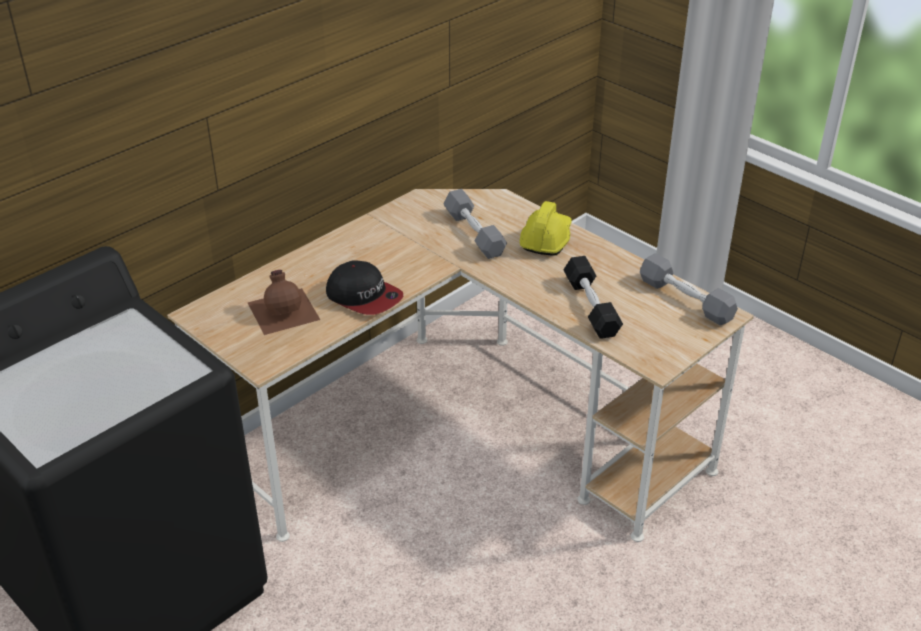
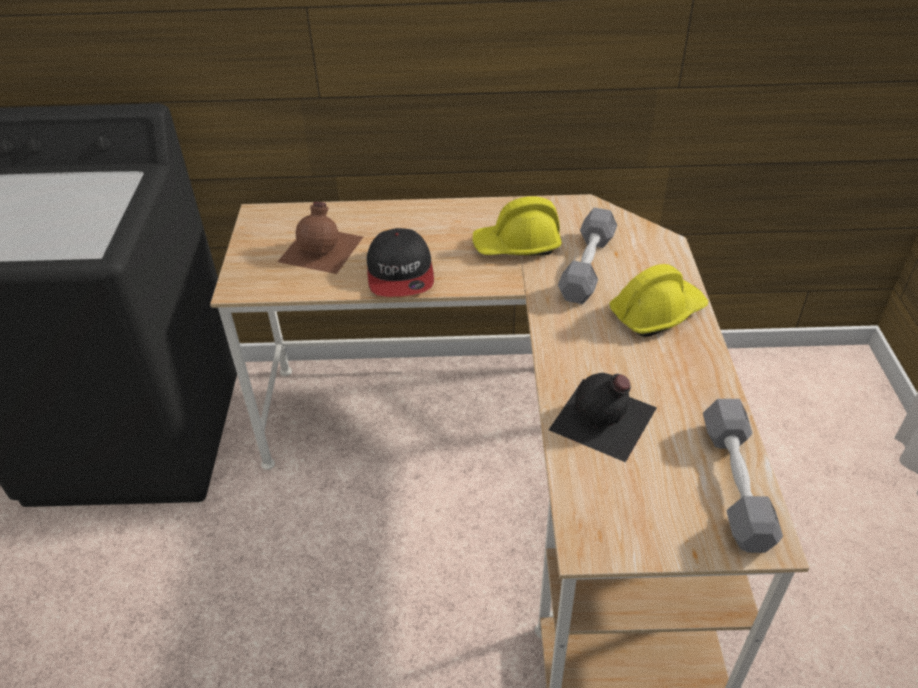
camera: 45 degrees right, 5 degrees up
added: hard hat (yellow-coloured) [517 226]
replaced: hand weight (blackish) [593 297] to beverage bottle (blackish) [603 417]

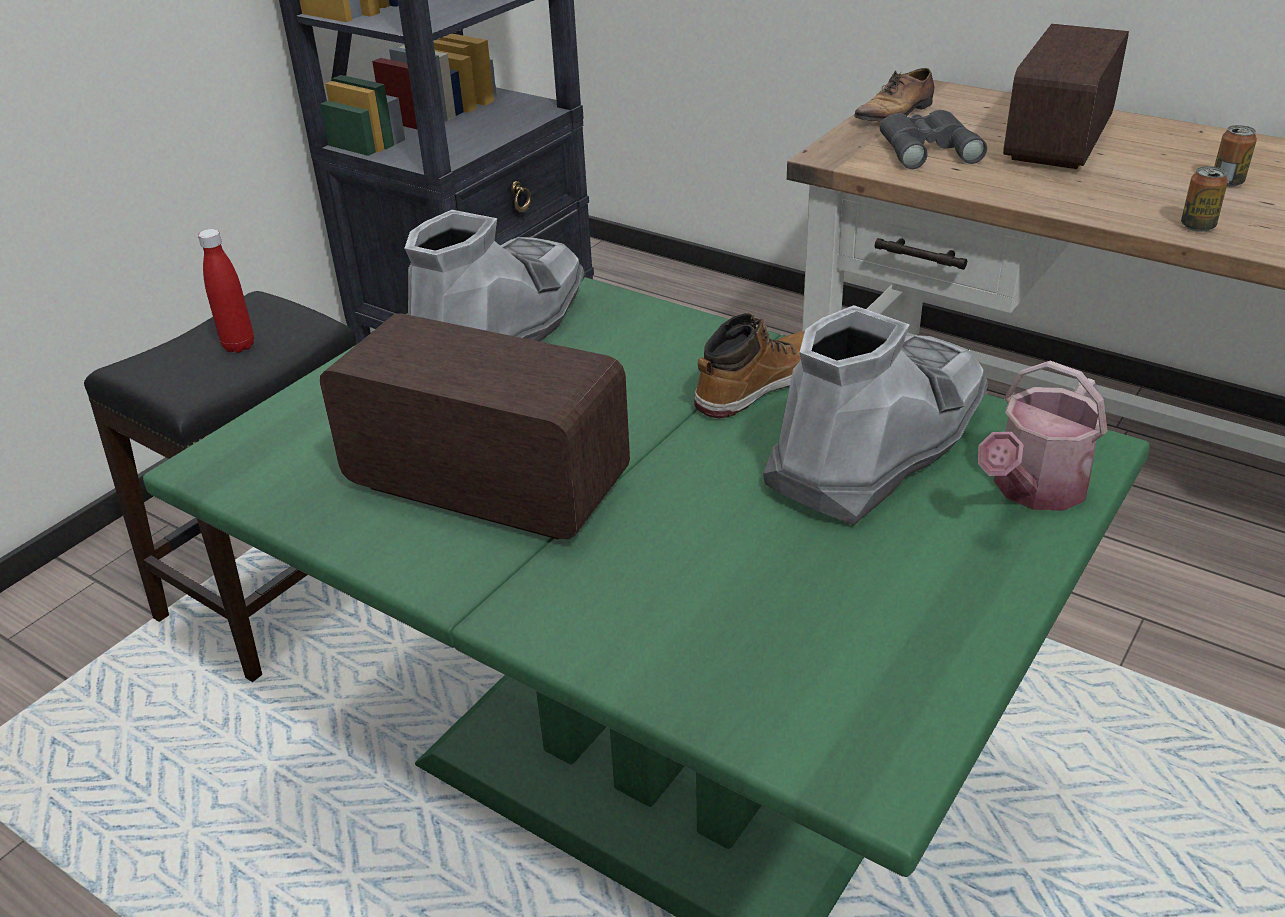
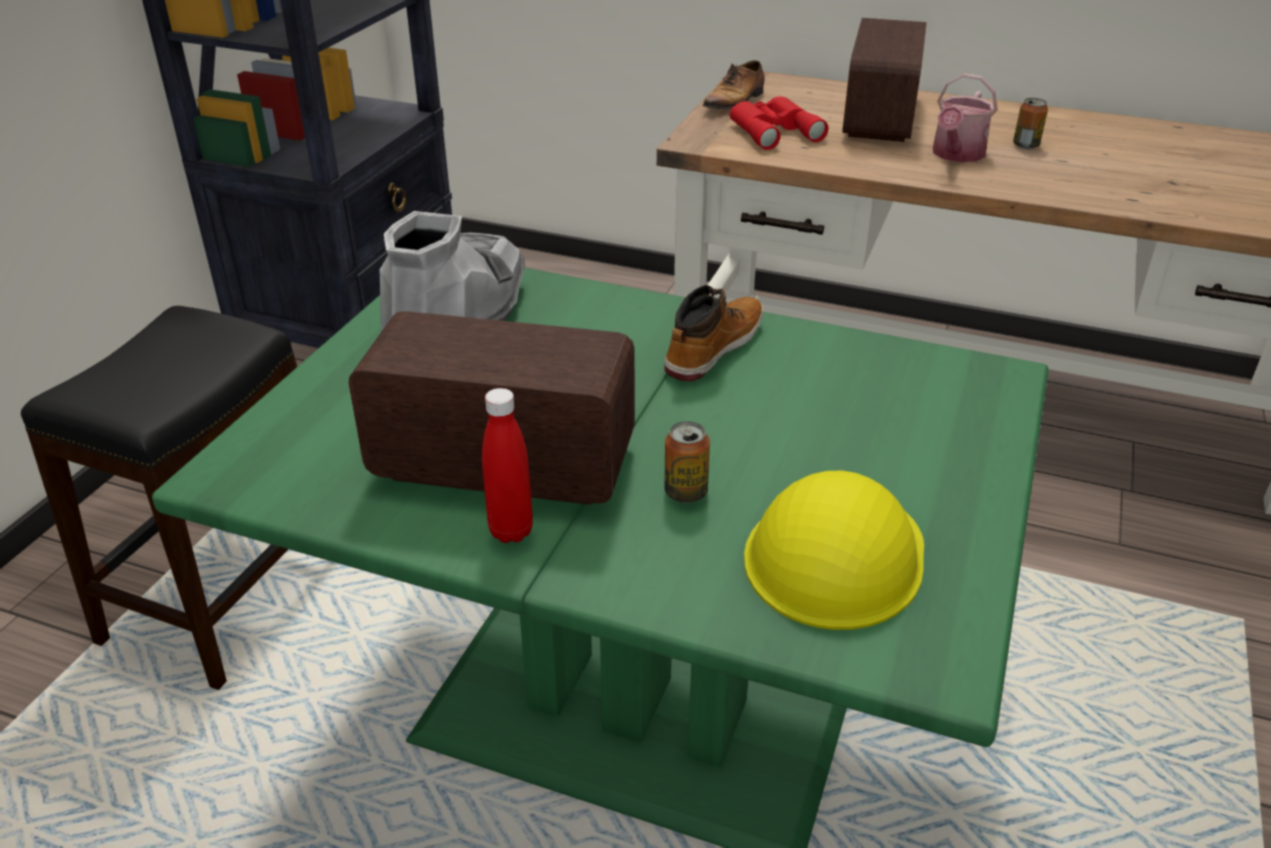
camera: 15 degrees left, 0 degrees up
removed: boot (grey) [875 415]
added: hard hat (yellow-coloured) [834 550]
moved: metal can [1204 199] to [687 462]; beverage bottle (red-coloured) [226 291] to [507 465]; watering can [1043 436] to [965 117]
recoloured: pair of binoculars (grey) [933 139] to pair of binoculars (red-coloured) [779 123]

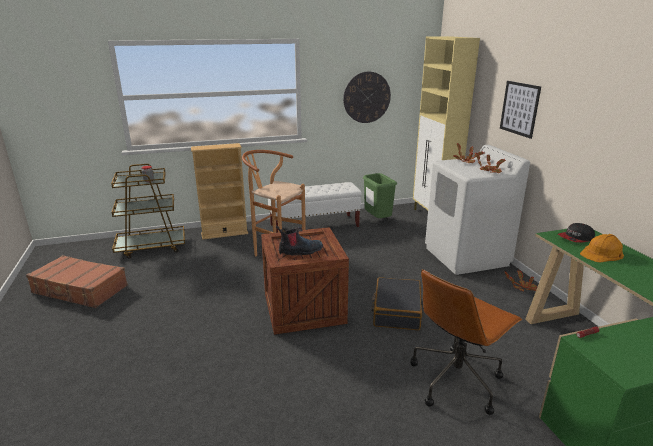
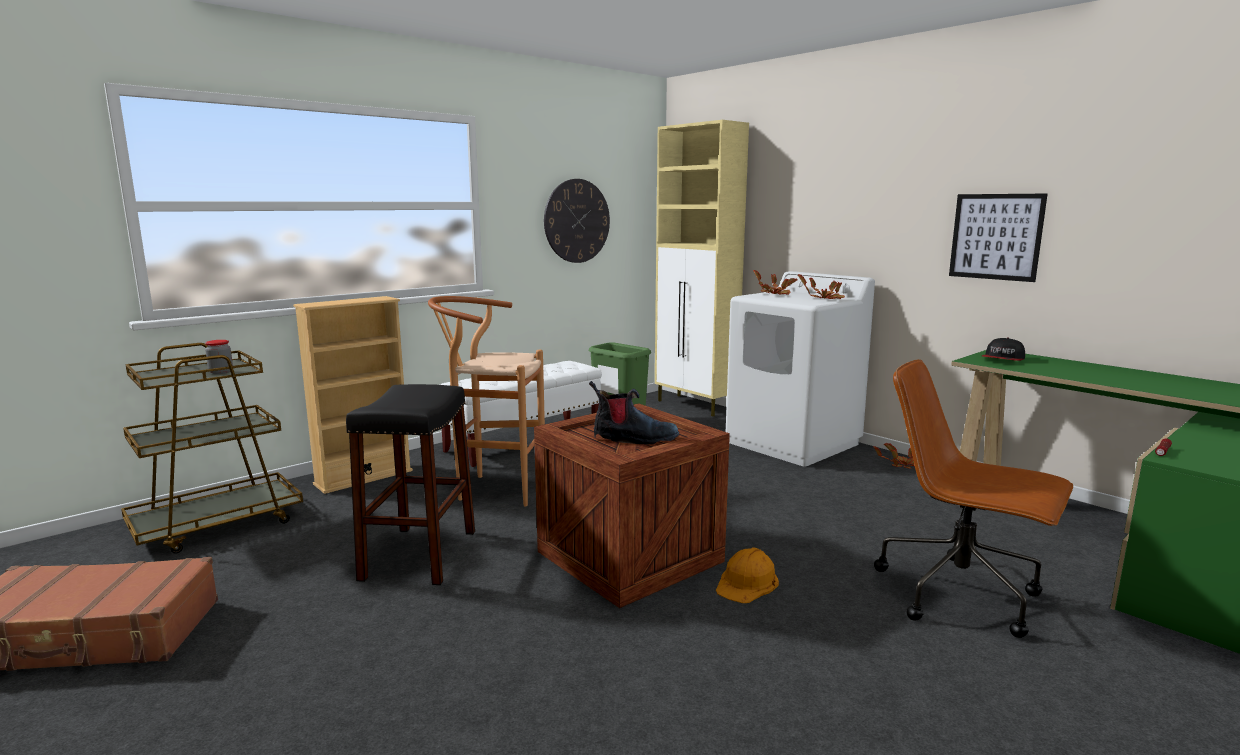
camera: 25 degrees left, 10 degrees down
removed: piece of luggage (blackish) [397 303]
added: stool seat (blackish) [410 484]
moved: picture [520 110] to [998 238]; hard hat (orange) [602 248] to [747 575]
turned: boot [299 240] = [634 412] 45 degrees clockwise; computer chair (brownish) [466 342] = [973 498] 105 degrees clockwise

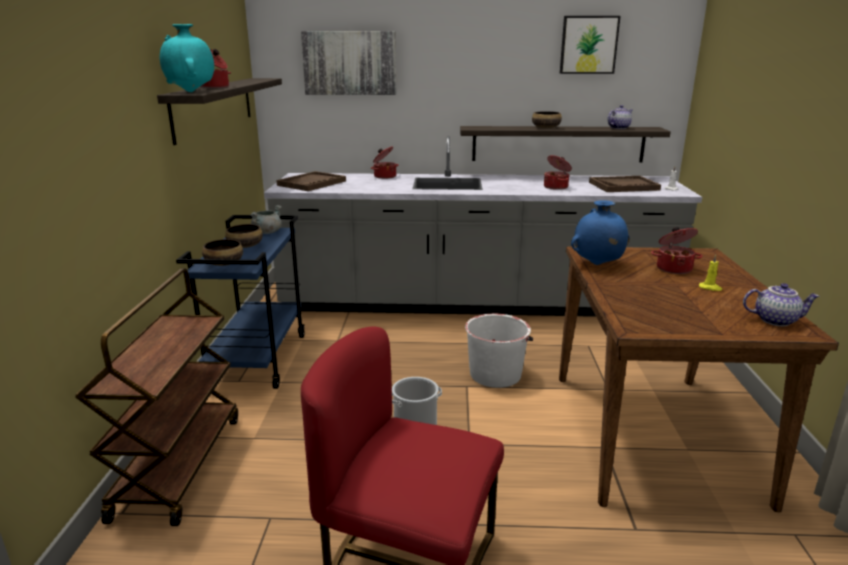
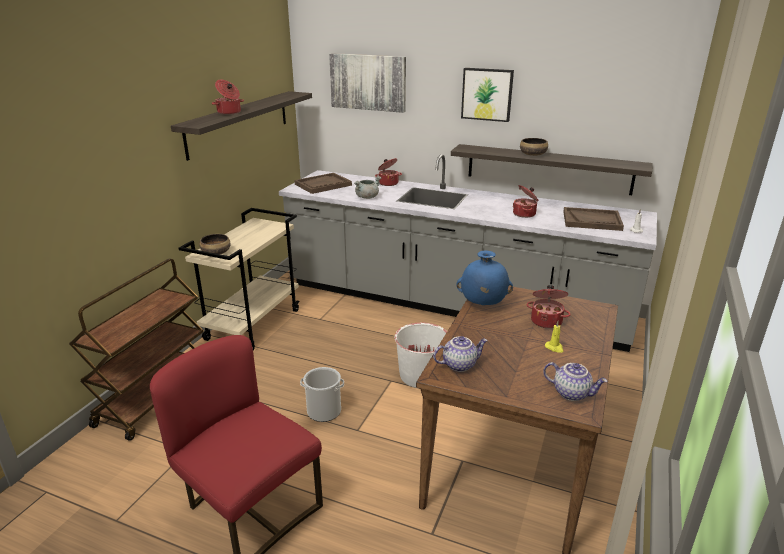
camera: 20 degrees right, 5 degrees up
removed: decorative vase (turquoise-coloured) [187 58]; deep dish [244 236]
moved: picture [590 45] to [487 95]; pot for tea [620 117] to [460 354]; cooking pot (grey) [266 219] to [367 187]
recoloured: trolley (blue) [240 302] to trolley (beige) [239 279]

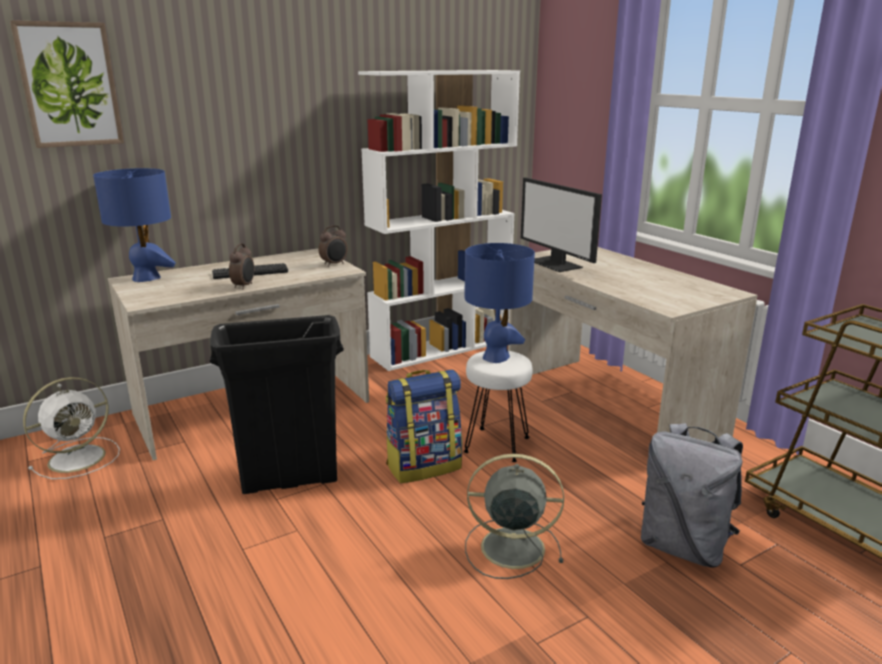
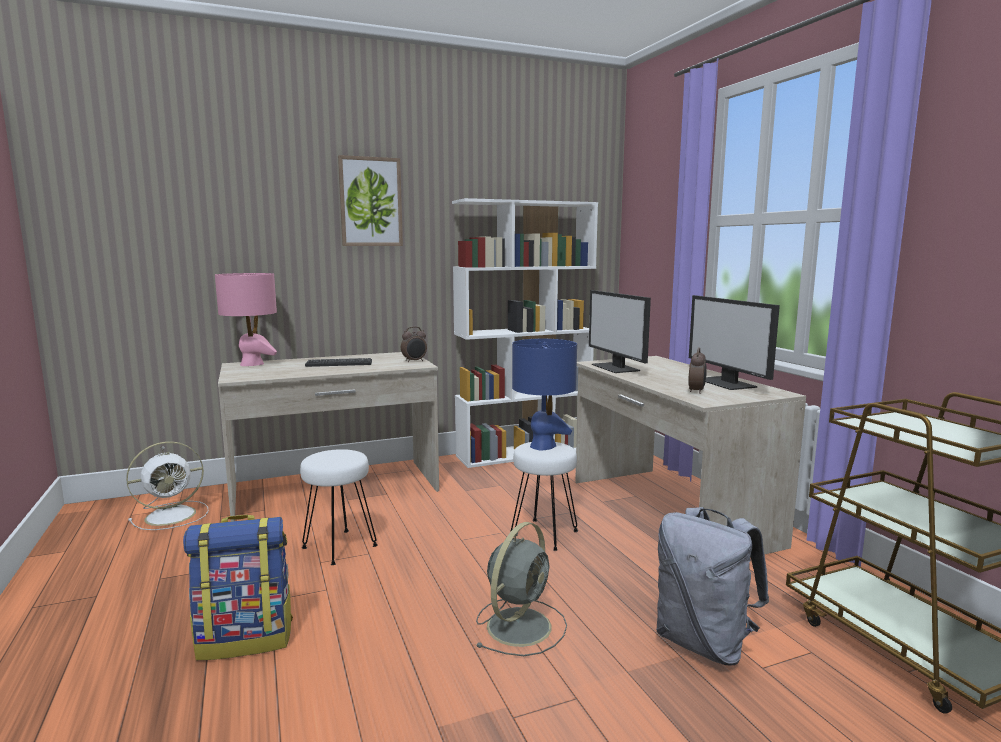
camera: 10 degrees right, 10 degrees down
added: computer display [734 342]
moved: picture [67 84] to [370 200]; table clock [241 266] to [697 371]; backpack [424 426] to [238 587]
replaced: rubbish bin (blackish) [277 404] to stool seat (whitish) [339 507]
recoloured: lamp for a table (blue) [134 225] to lamp for a table (pink-coloured) [246 319]
turned: fan (grey) [514 516] = [521 589] 105 degrees clockwise

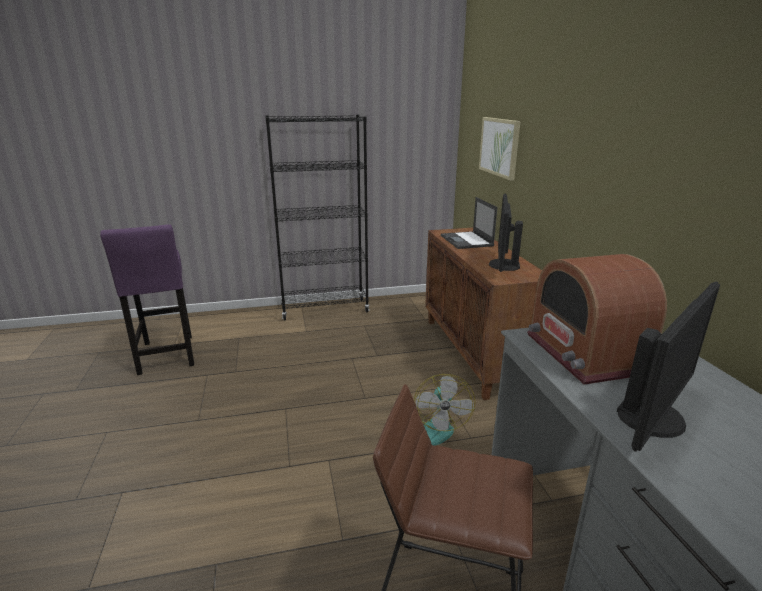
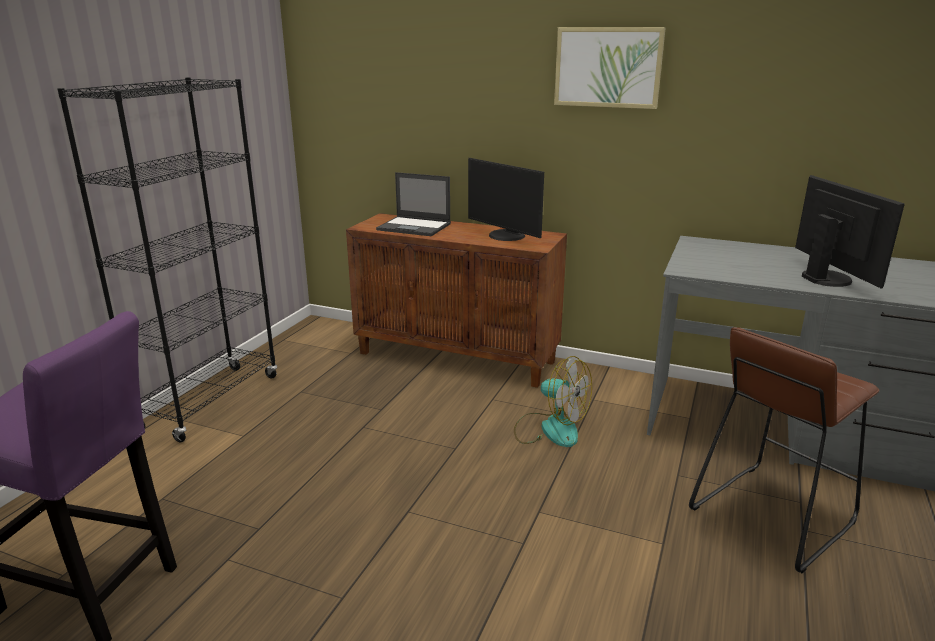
camera: 55 degrees left, 0 degrees up
removed: radio receiver [597 319]
moved: picture [500 148] to [610 68]

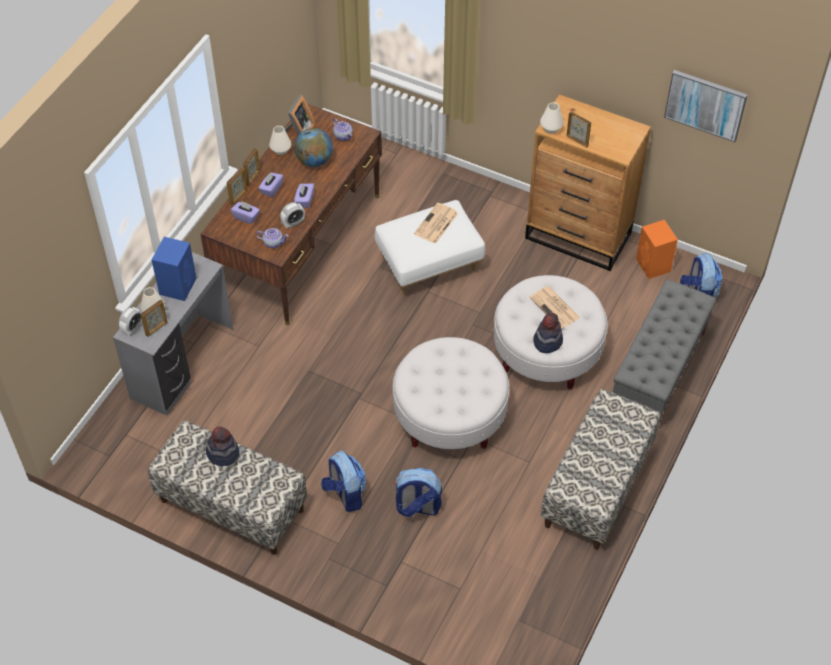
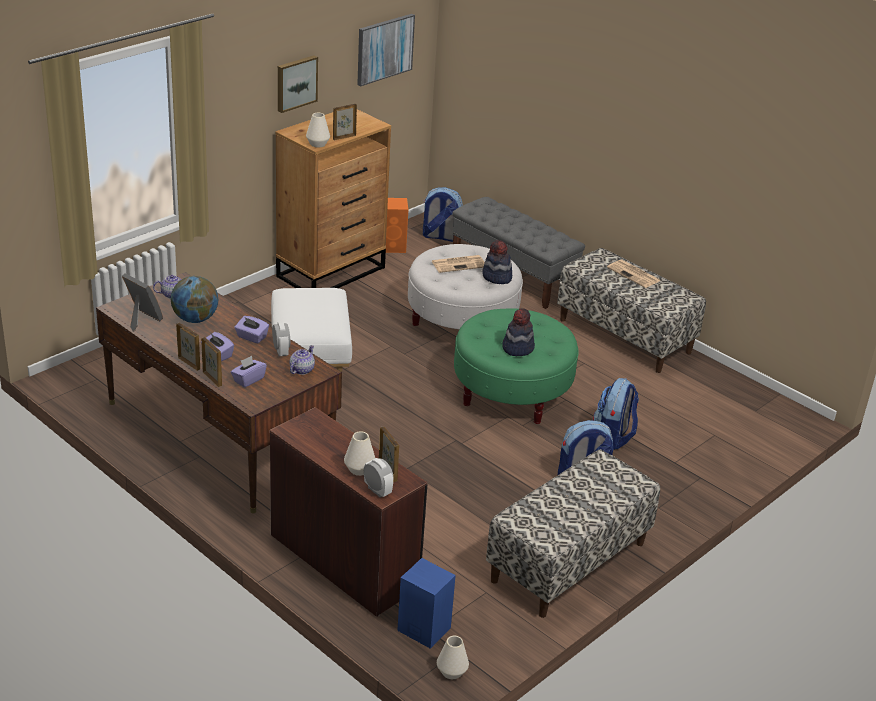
camera: 75 degrees left, 20 degrees down
added: picture [298 84]
moved: decorative vase (whitish) [280 140] to [453 657]; daily paper [436 223] to [634 274]; audio speaker (blue) [174 269] to [426 603]; wearable hat [222 446] to [518 332]
recoloured: desk (grey) [173 334] to desk (brownish) [349 512]; footrest (whitish) [451 393] to footrest (green-coloured) [516 366]

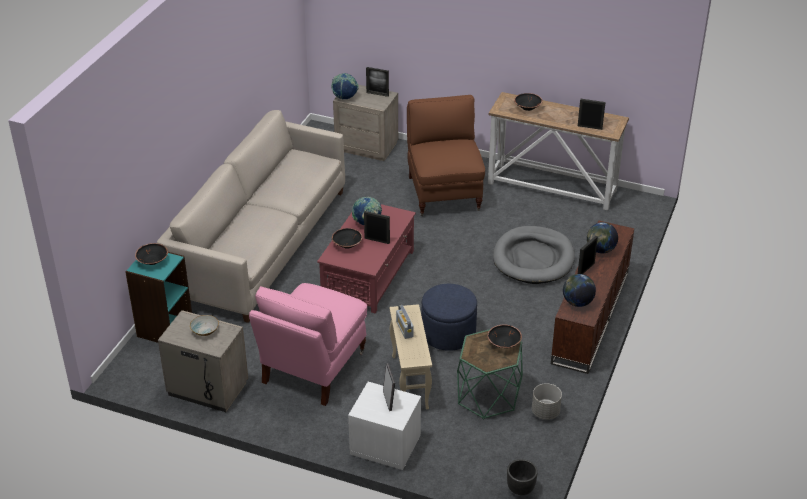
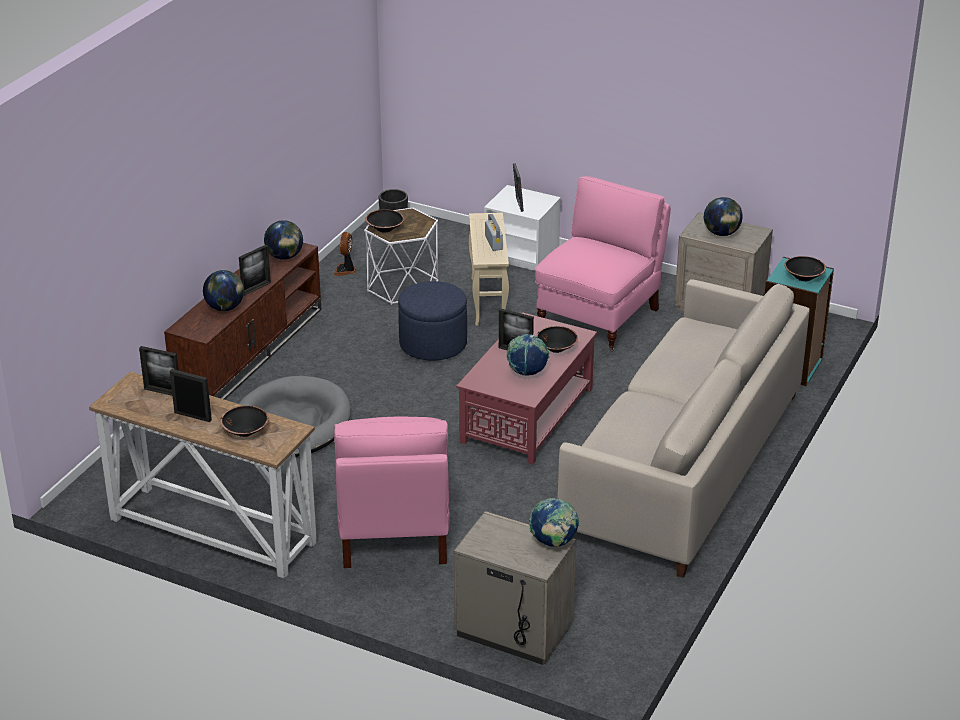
camera: 175 degrees left, 5 degrees down
moved: photo frame [377 82] to [191 395]
replaced: deep dish [204 325] to world globe [723 216]; planter (grey) [547 401] to fan [345 254]
recoloured: armchair (brownish) [446 155] to armchair (pink-coloured) [392 492]; end table (green-coloured) [490 374] to end table (whitish) [401 256]

